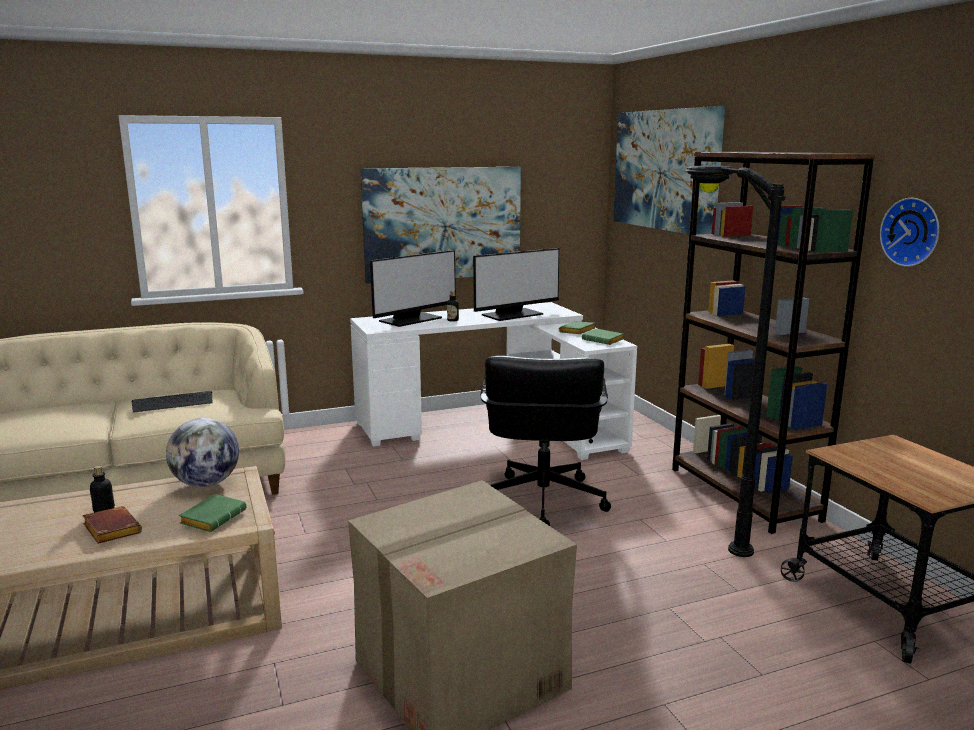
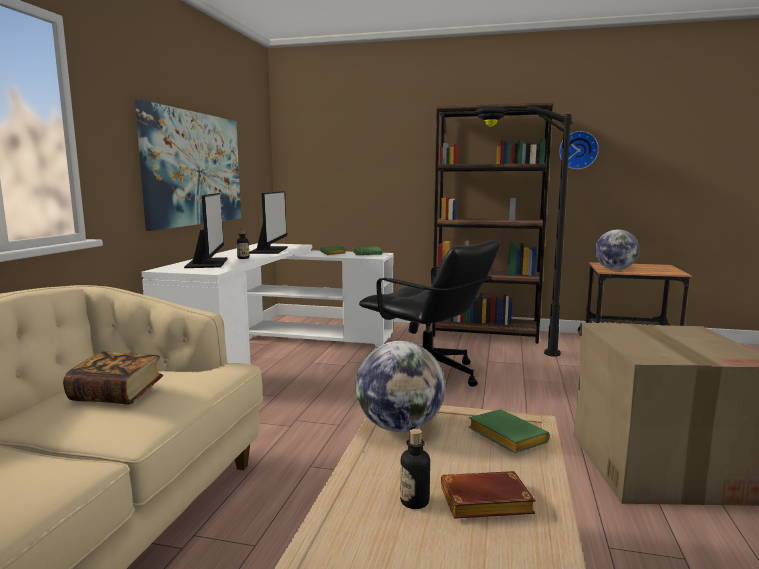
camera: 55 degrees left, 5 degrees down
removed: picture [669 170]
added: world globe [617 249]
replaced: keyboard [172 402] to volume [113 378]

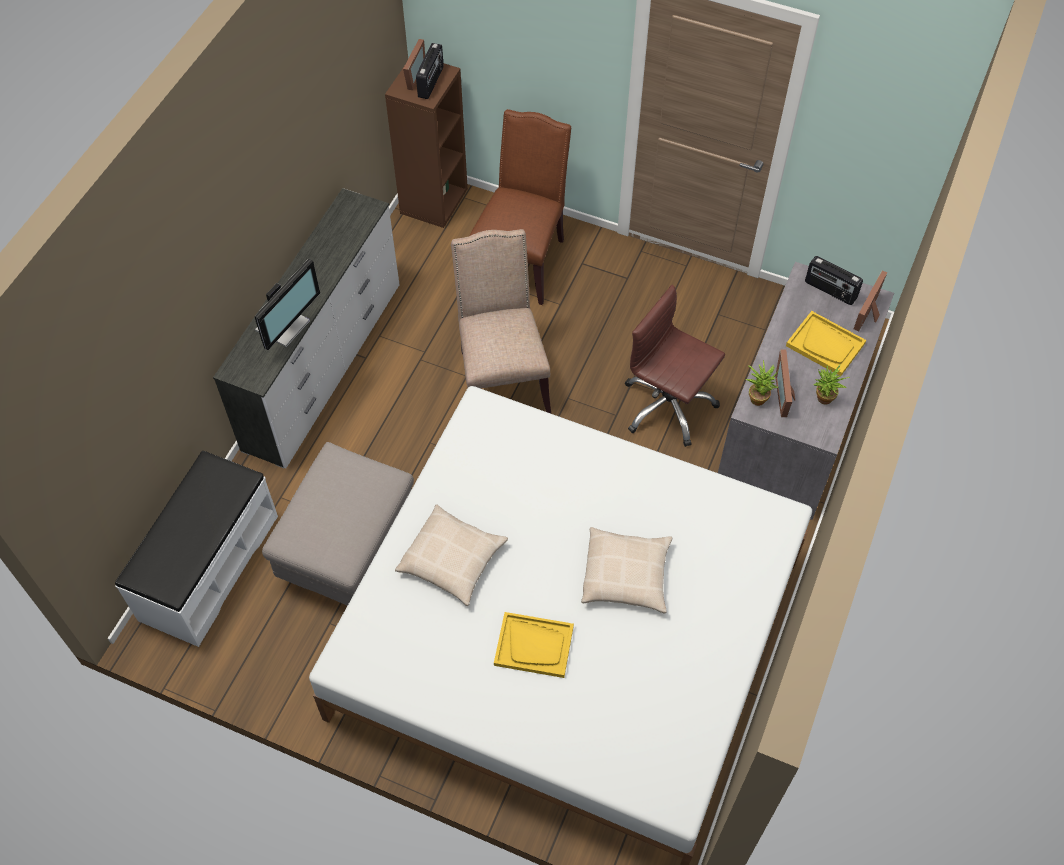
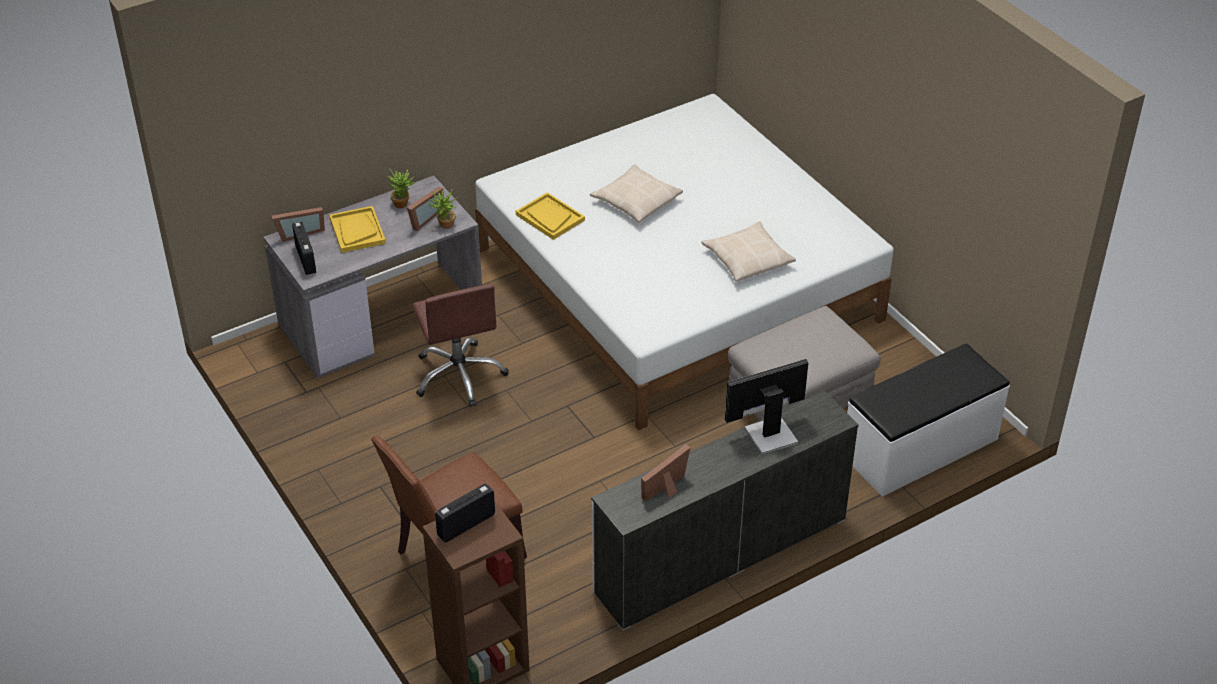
camera: 145 degrees left, 15 degrees down
removed: upright chair (beige) [501 321]
moved: photo frame [414 64] to [665 472]; serving tray (yellow-coloured) [534 645] to [550 216]

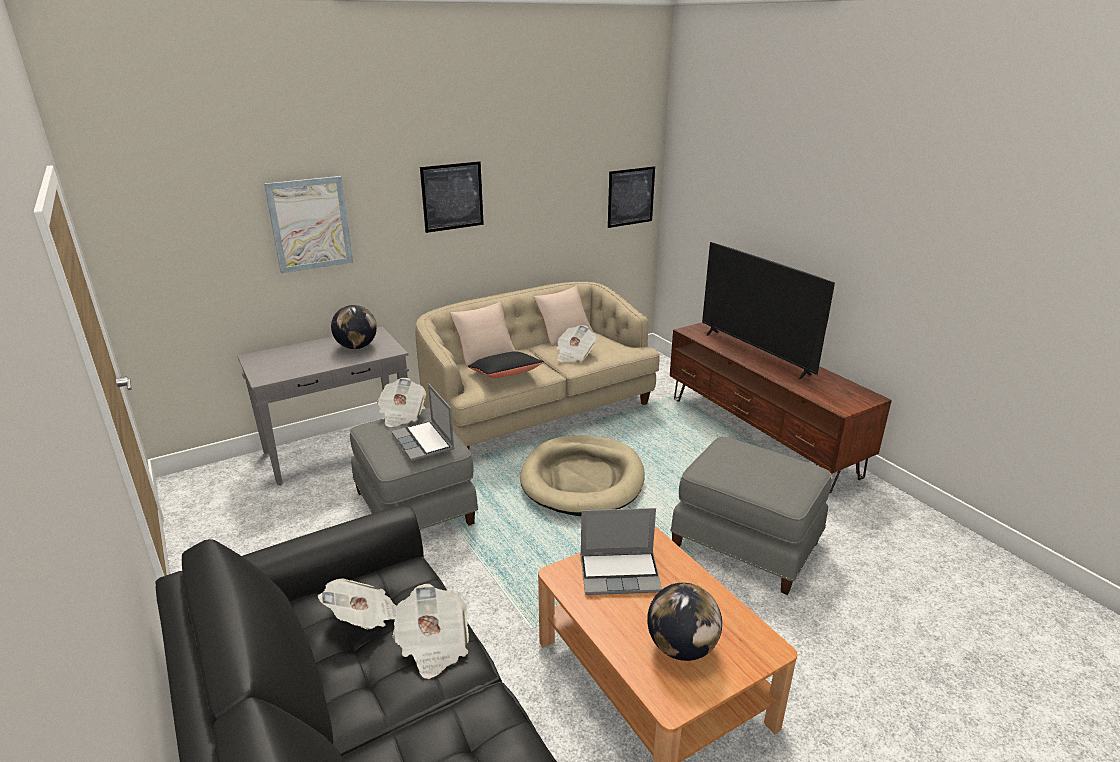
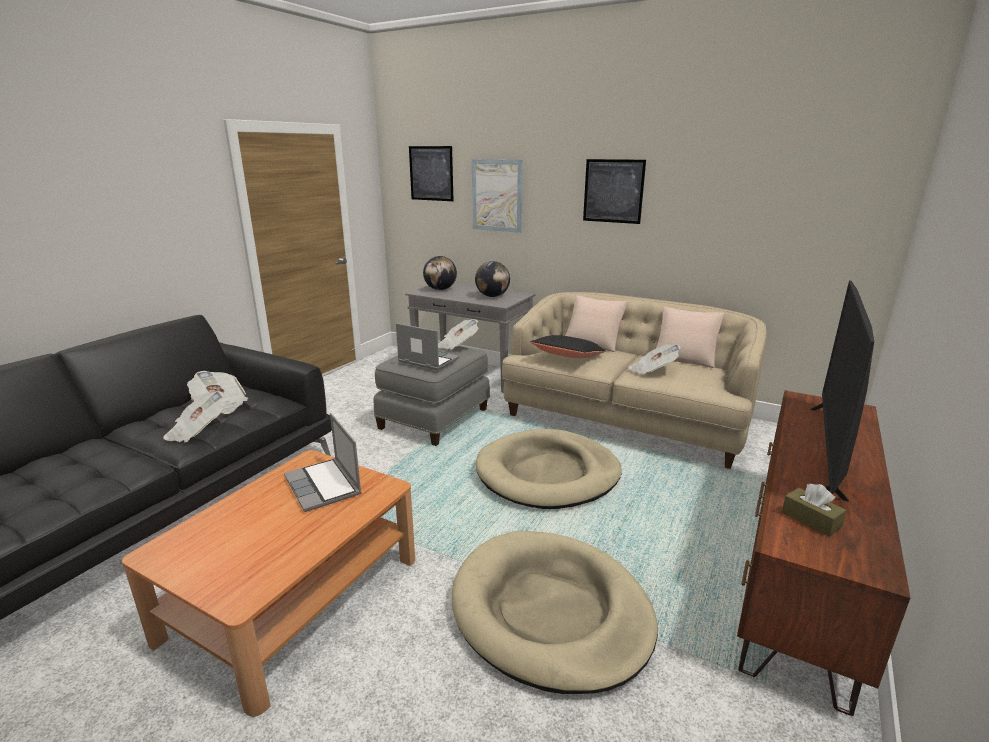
camera: 60 degrees right, 5 degrees down
added: tissue holder (brownish) [814 510]
moved: picture [631 197] to [431 173]; world globe [684 622] to [440 273]
replaced: footrest (grey) [750 516] to dog bed (beige) [555 612]
turned: portable computer [423 422] = [428 346] 90 degrees clockwise

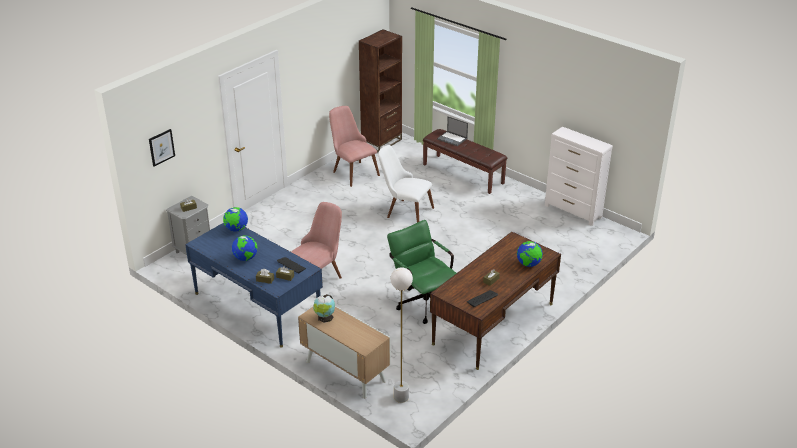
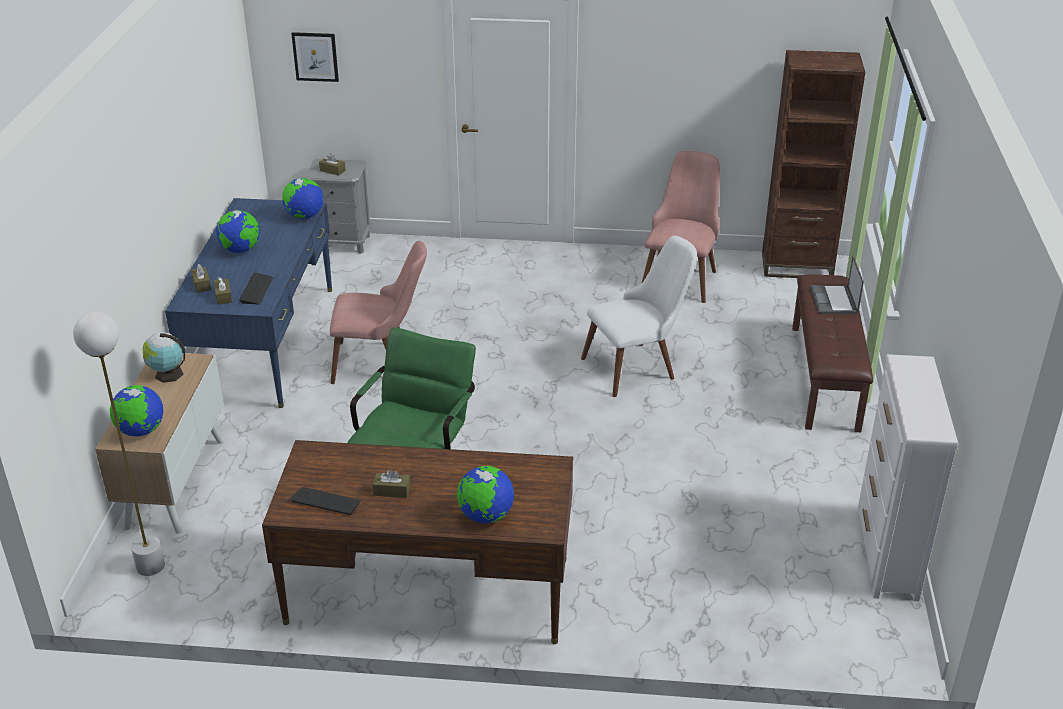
camera: 55 degrees right, 0 degrees up
added: world globe [136 410]
turned: upright chair (whitish) [406 184] = [639 316] 75 degrees clockwise

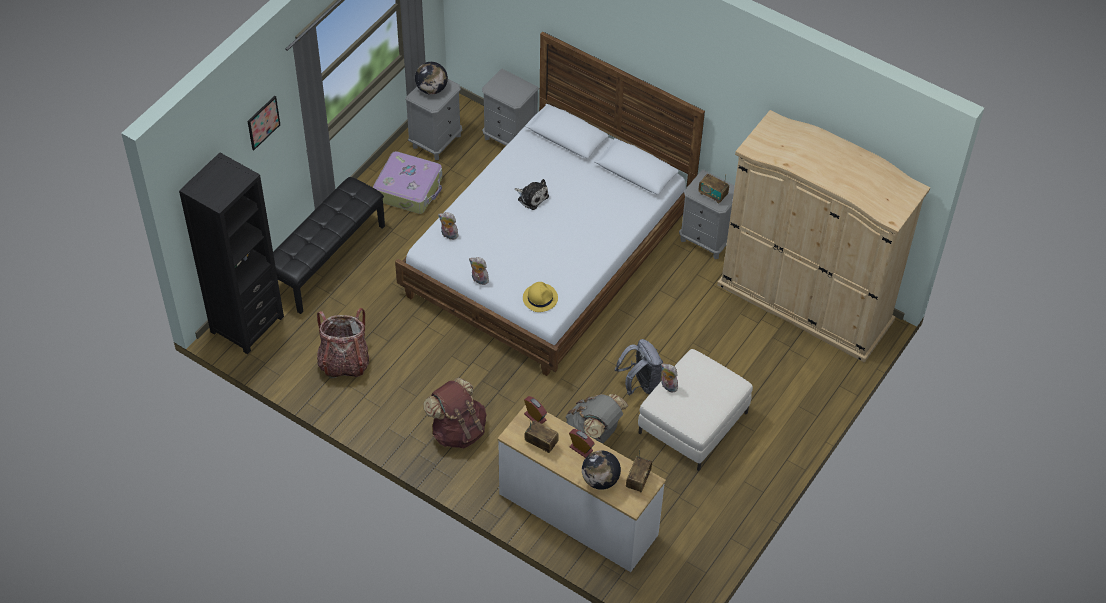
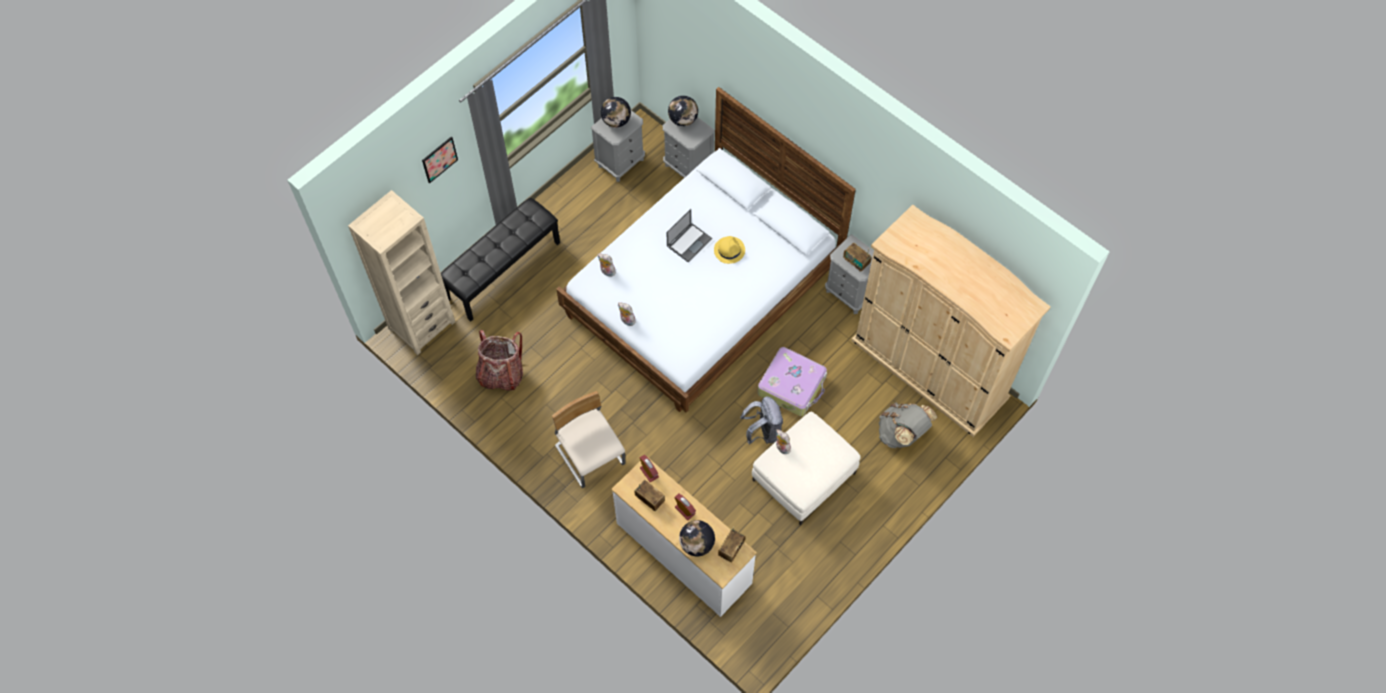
camera: 10 degrees right, 10 degrees up
added: world globe [683 111]
moved: piece of luggage [407 182] to [792 381]; wearable hat (yellow-coloured) [540 297] to [729 250]; backpack (grey) [597 419] to [908 425]
replaced: soft toy [532 194] to portable computer [689 235]; backpack (brownish) [455 413] to upright chair (beige) [589 439]
recoloured: bookshelf (blackish) [231 253] to bookshelf (beige) [401 272]

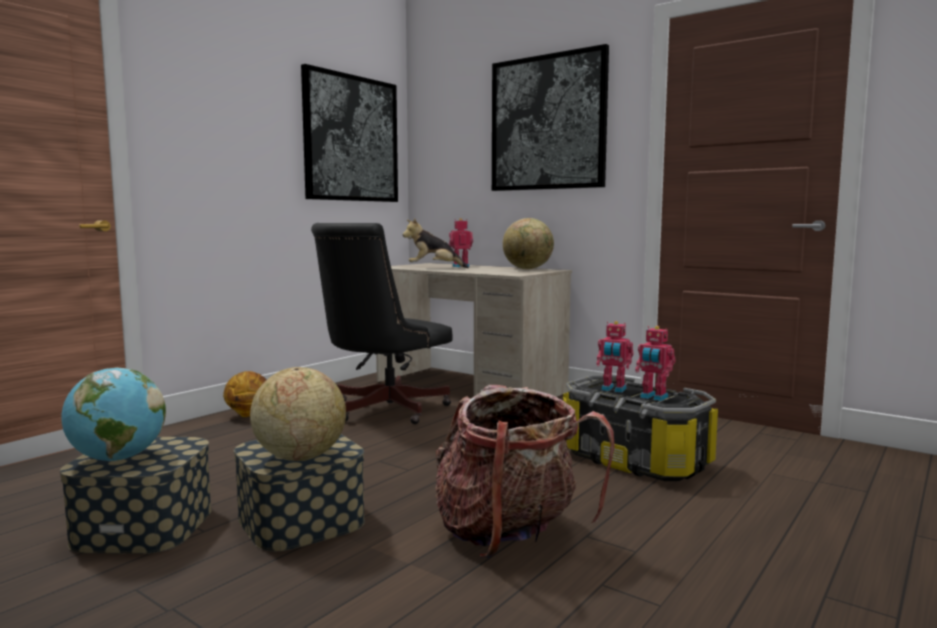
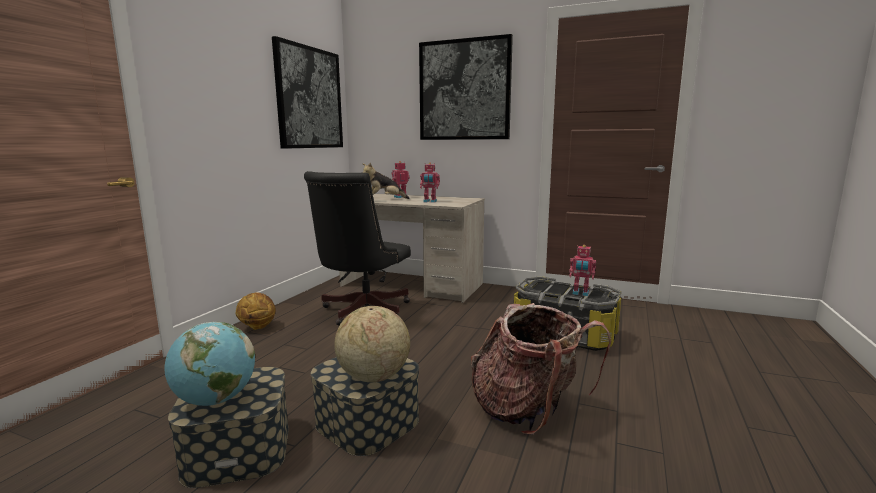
camera: 15 degrees left, 5 degrees up
removed: world globe [528 243]
moved: robot figure [615 357] to [430 183]

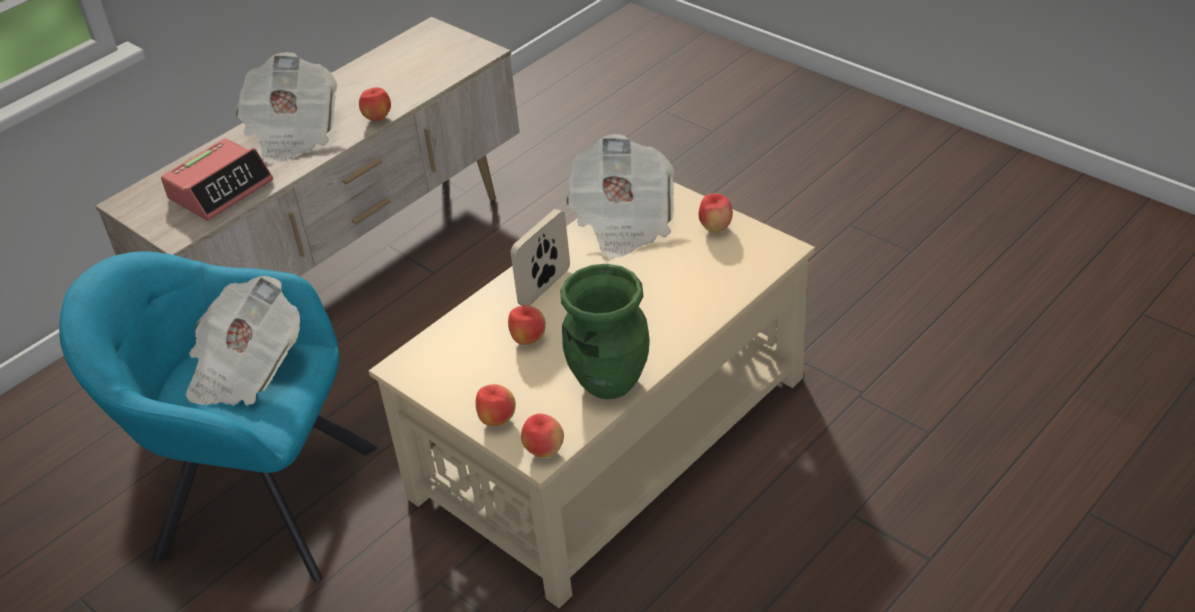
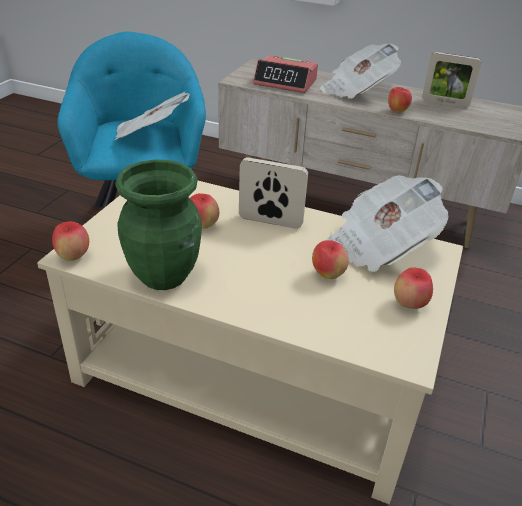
camera: 65 degrees right, 5 degrees down
added: photo frame [451 79]
moved: whole apple [496 405] to [330 259]

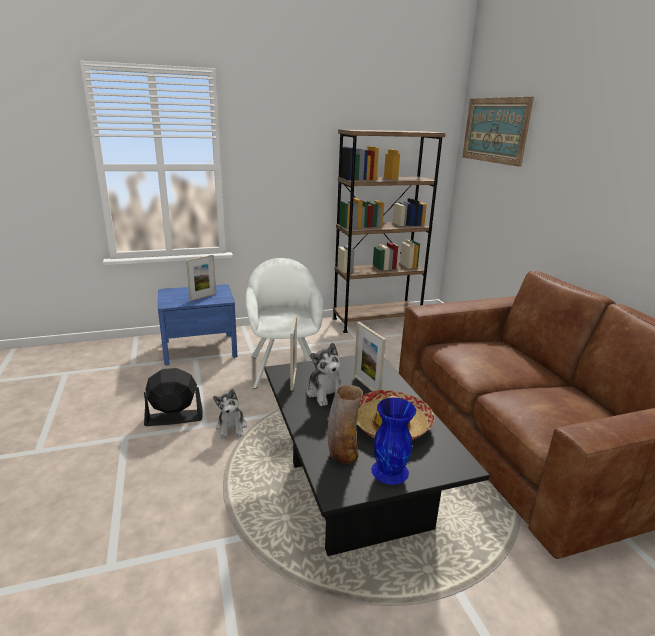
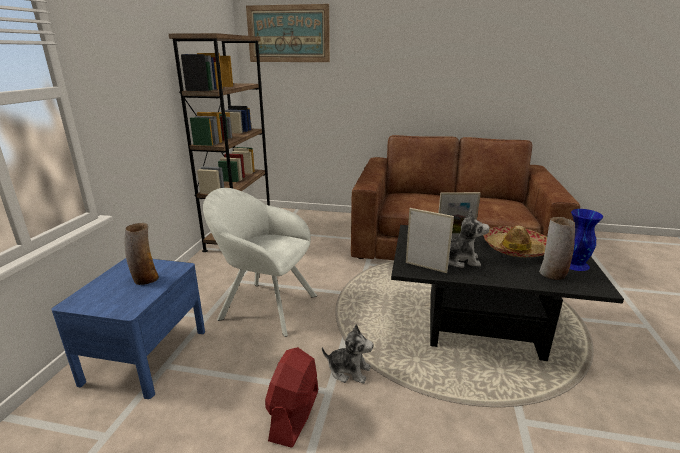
camera: 60 degrees left, 0 degrees up
replaced: photo frame [201 278] to decorative vase [141 254]
recoloured: fan (blackish) [173 397] to fan (red-coloured) [291 397]

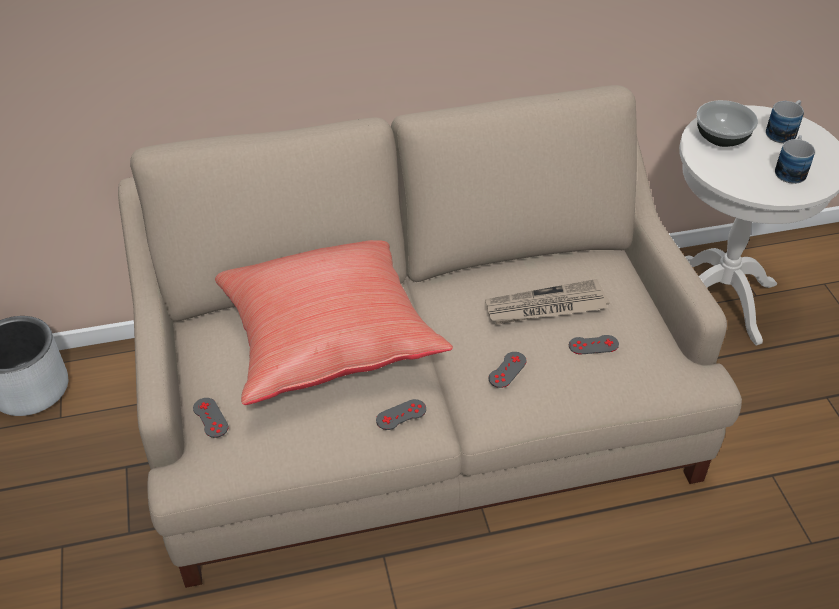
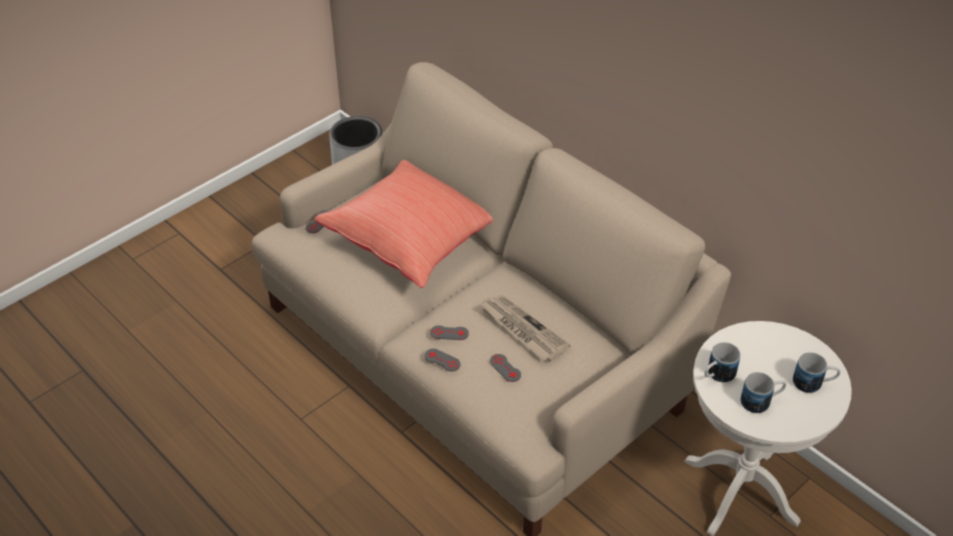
camera: 60 degrees right, 0 degrees up
removed: deep dish [727 123]
added: mug [722 362]
moved: joypad (grey) [401 414] to [442 360]

